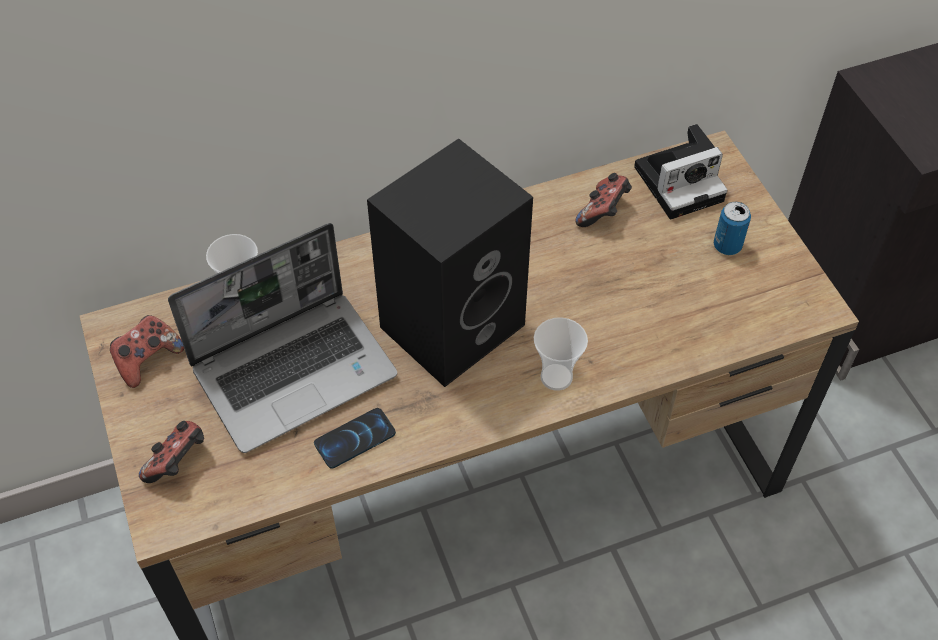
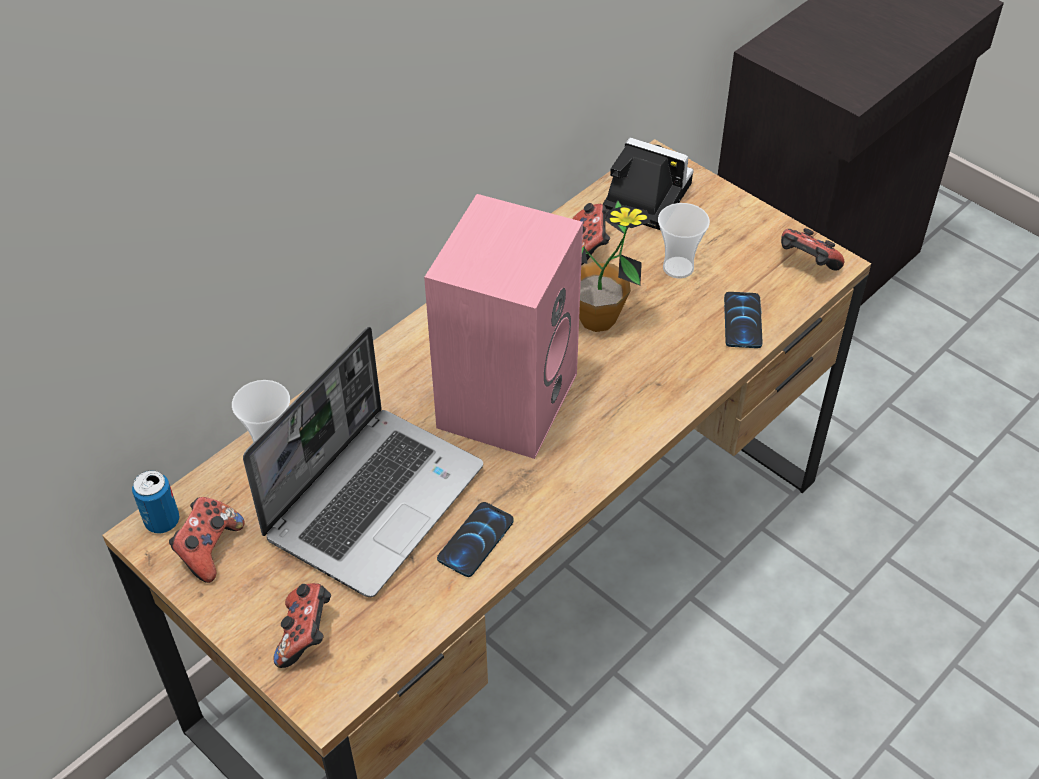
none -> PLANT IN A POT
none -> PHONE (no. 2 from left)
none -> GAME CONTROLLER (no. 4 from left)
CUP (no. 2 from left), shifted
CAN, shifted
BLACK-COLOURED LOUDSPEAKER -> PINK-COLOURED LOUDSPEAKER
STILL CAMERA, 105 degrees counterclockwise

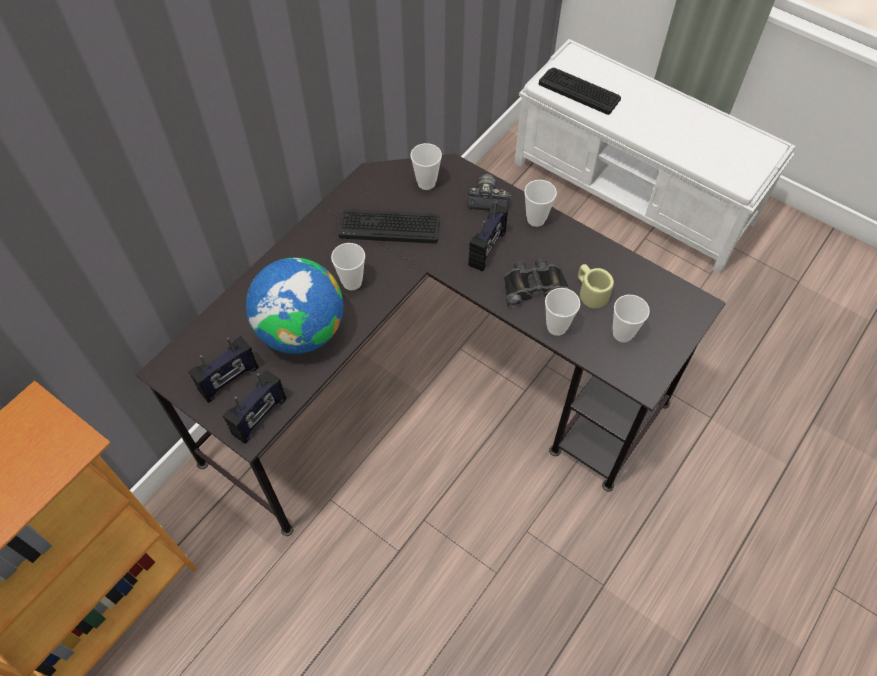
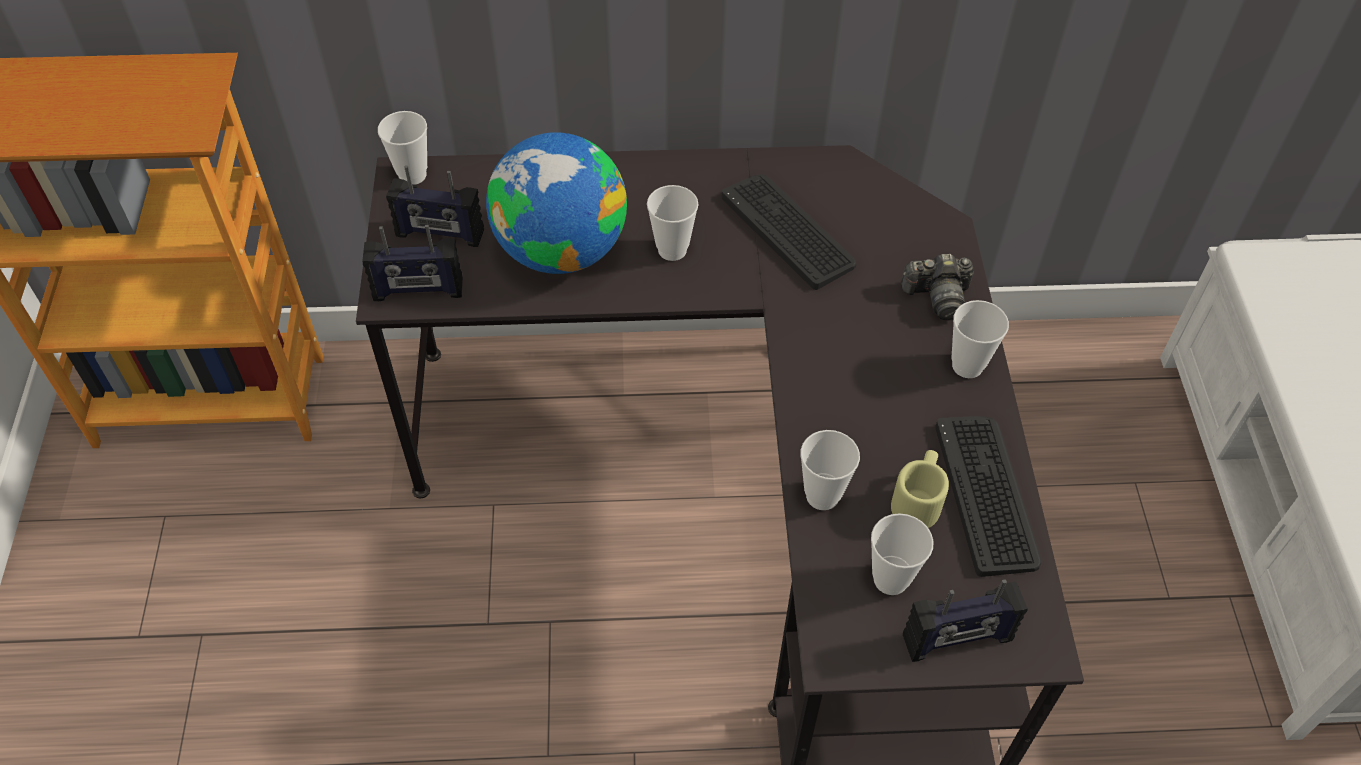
BLACK-COLOURED PAIR OF BINOCULARS -> none
CUP (no. 2 from left in the first image) -> CUP (no. 1 from left), shifted
RADIO (no. 3 from left), shifted
PC KEYBOARD (no. 2 from left), shifted
STILL CAMERA, 120 degrees clockwise

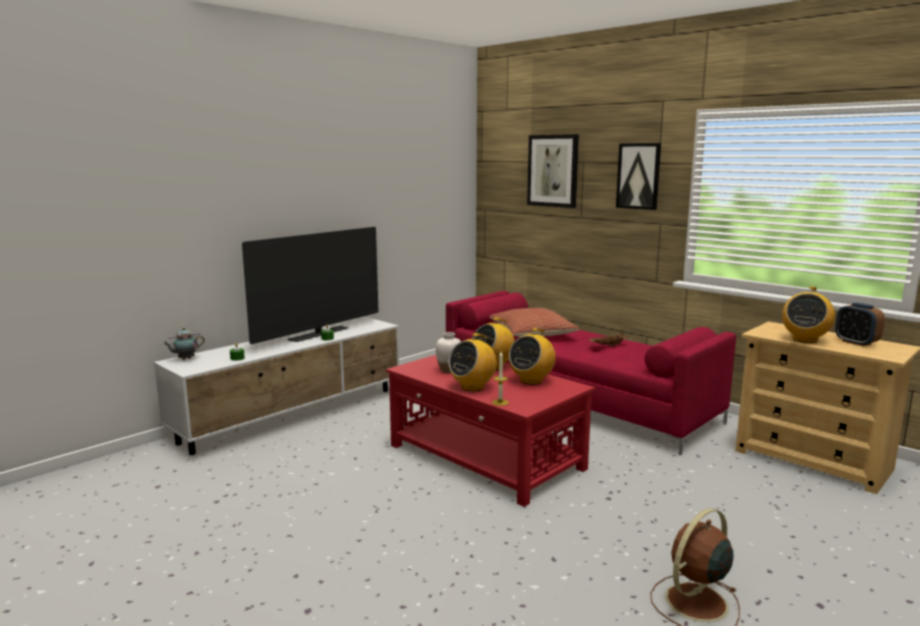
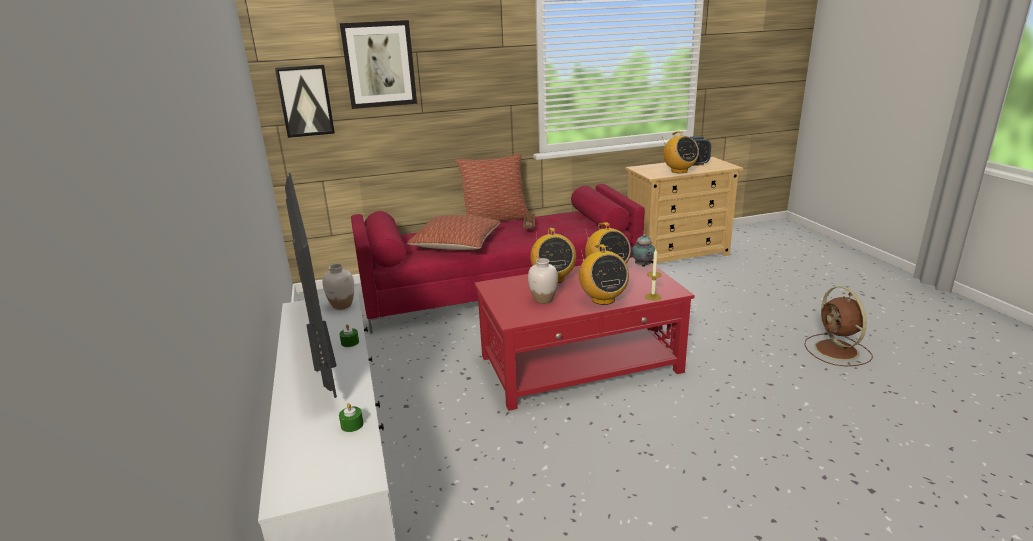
none -> WHITISH DECORATIVE VASE (no. 1 from left)
none -> CUSHION (no. 2 from left)
POT FOR TEA, shifted
WALL ART (no. 2 from left in the first image) -> WALL ART (no. 1 from left), shifted

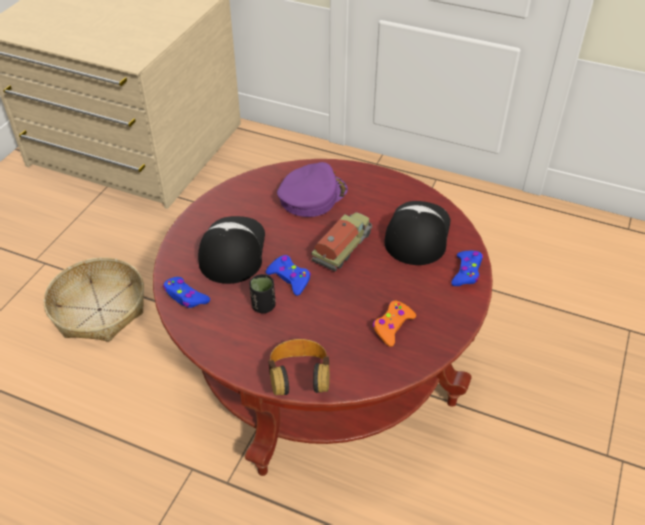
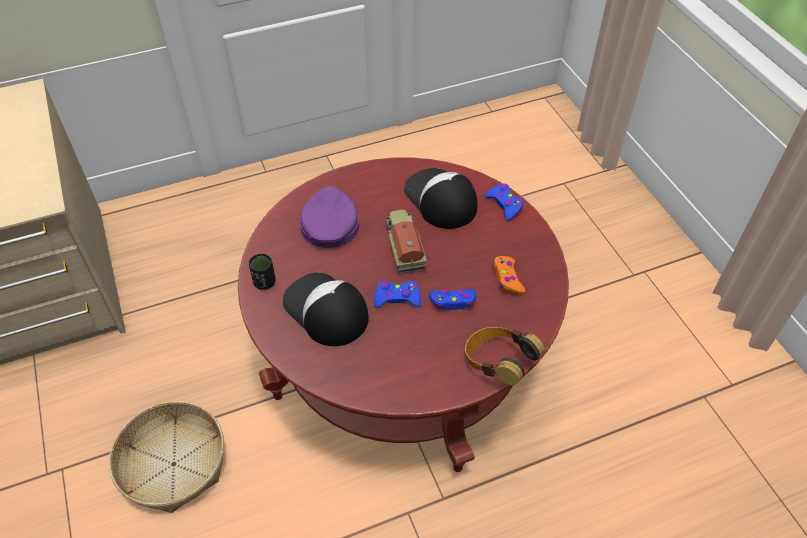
BLUISH GAME CONTROLLER (no. 1 from left in the first image) -> BLUISH GAME CONTROLLER (no. 2 from left), shifted
BLACK-COLOURED CUP, shifted

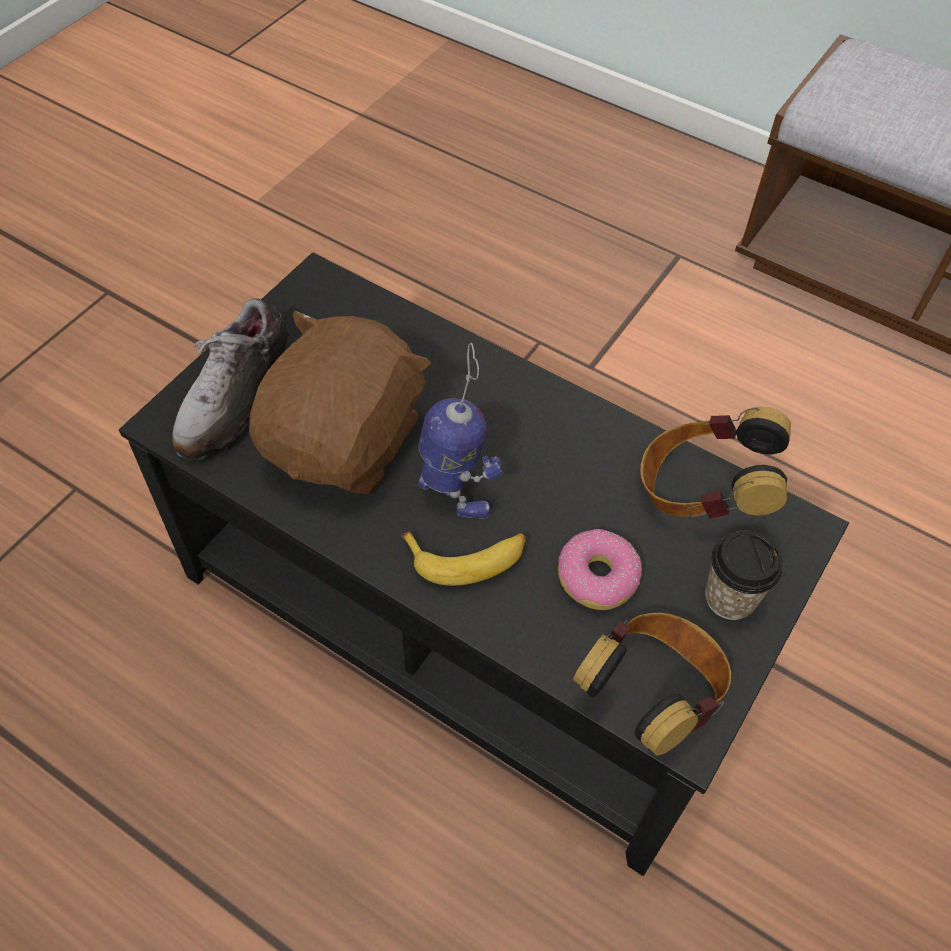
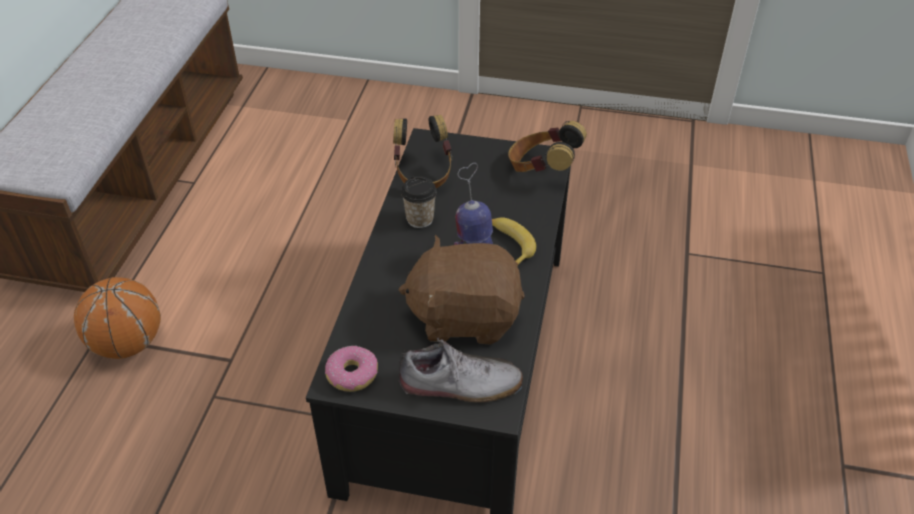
none -> BASKETBALL
DONUT, shifted
CUP, shifted

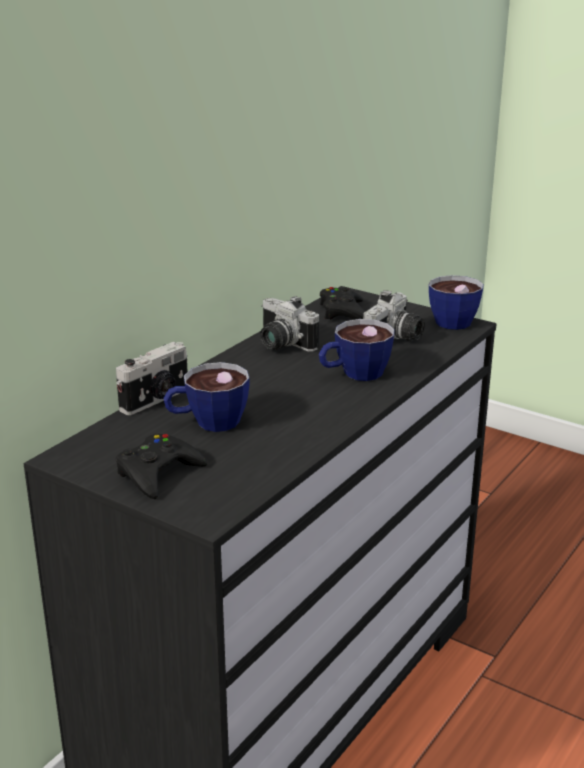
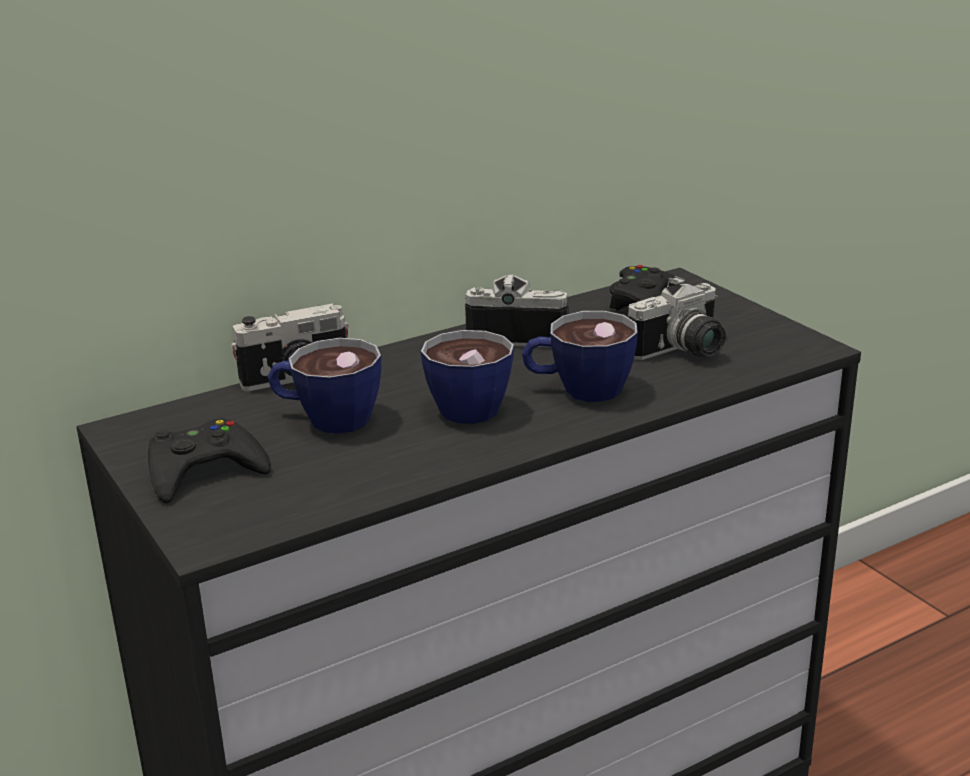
CUP (no. 3 from left in the first image) -> CUP (no. 2 from left), shifted
STILL CAMERA (no. 2 from left), 120 degrees clockwise

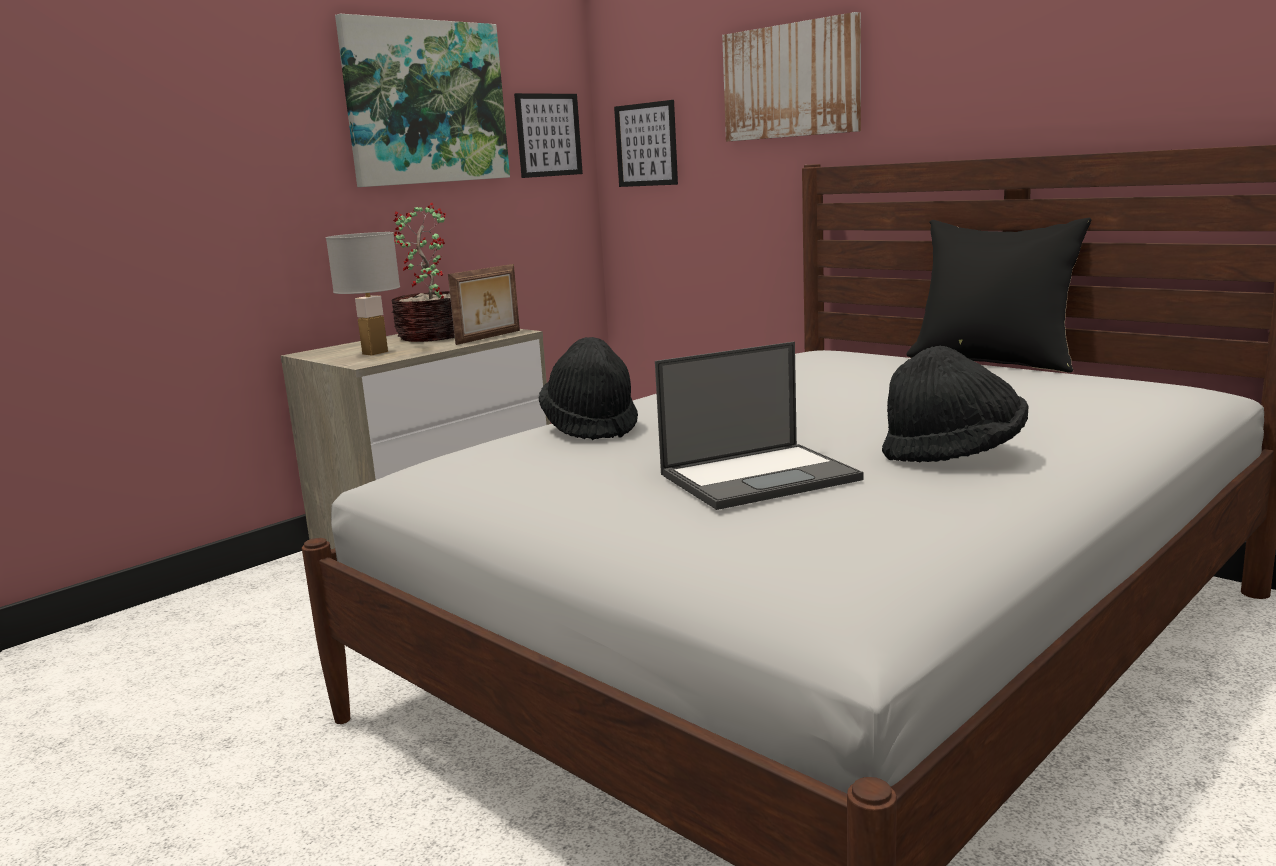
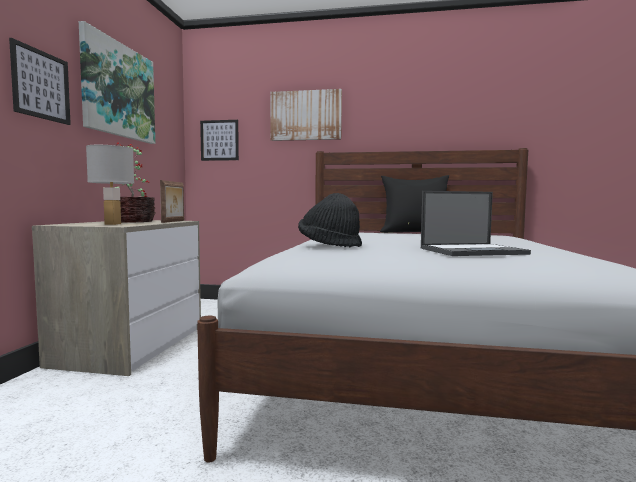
BLACK-COLOURED CLOTHING HAT (no. 2 from left) -> none
WALL ART (no. 2 from left in the first image) -> WALL ART (no. 1 from left), shifted
PORTABLE COMPUTER, 45 degrees clockwise

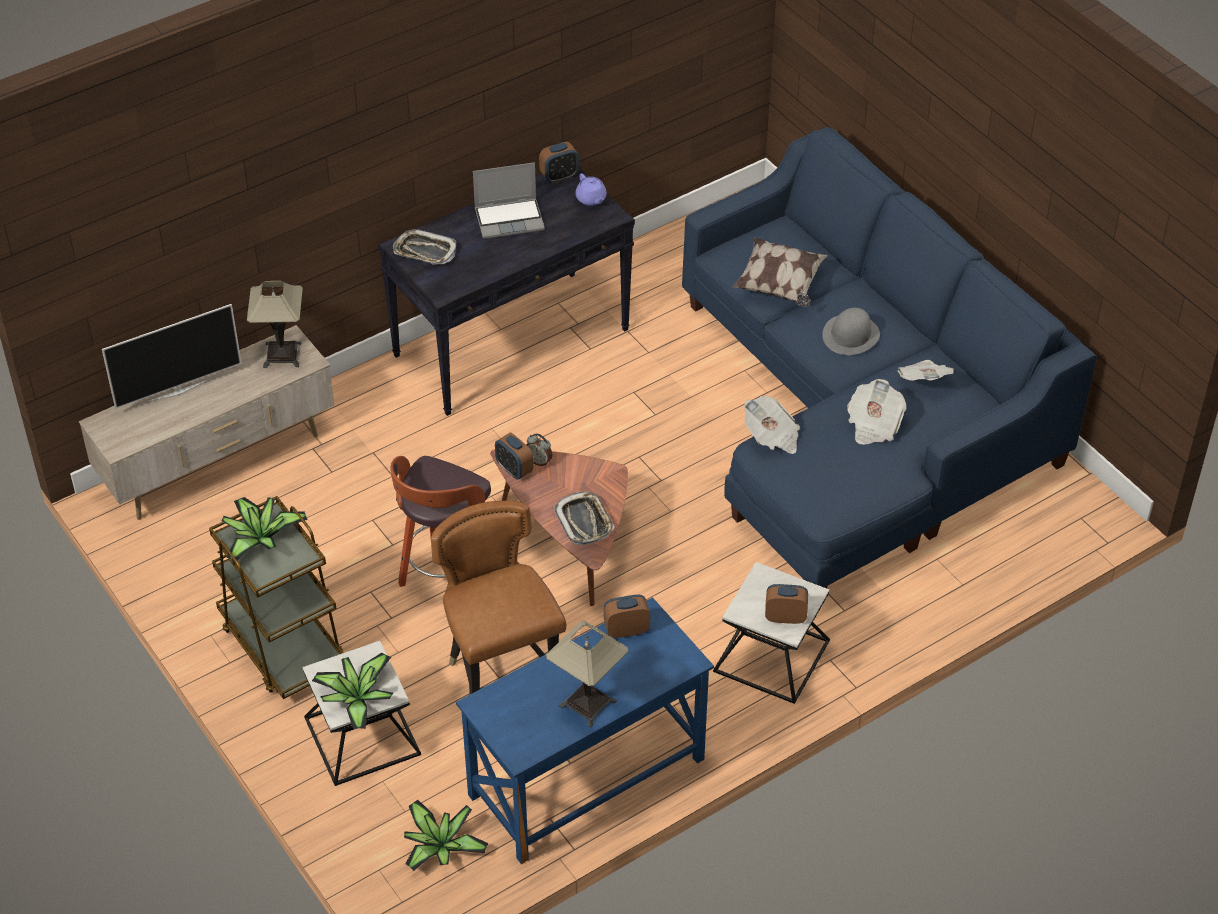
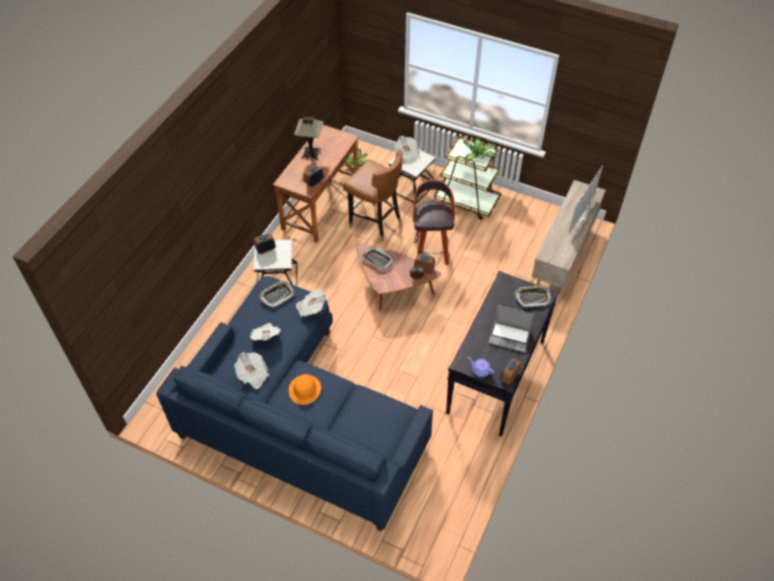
TABLE LAMP (no. 1 from left) -> none
CUSHION -> none
none -> TRAY (no. 1 from left)
PLANT IN A POT (no. 2 from left) -> PRINTED PAPER (no. 4 from left)
BLUISH DESK UNIT -> BROWN-COLOURED DESK UNIT
GREYISH CLOTHING HAT -> ORANGE CLOTHING HAT
PORTABLE COMPUTER, 120 degrees counterclockwise

